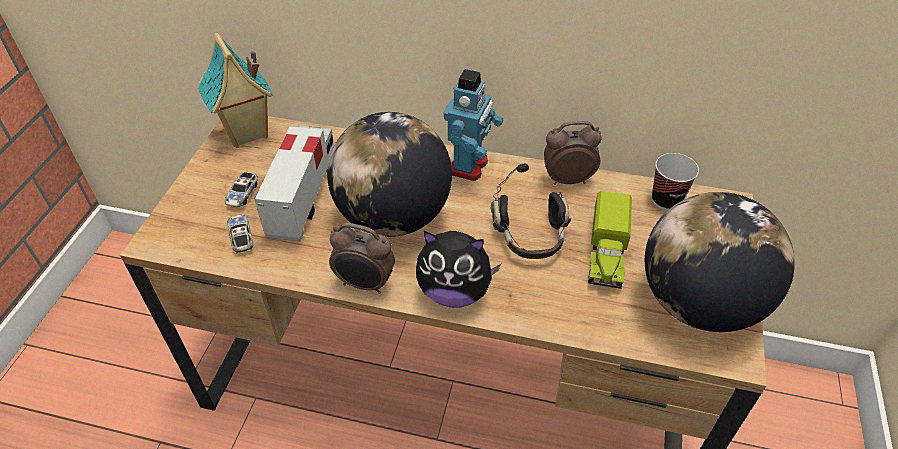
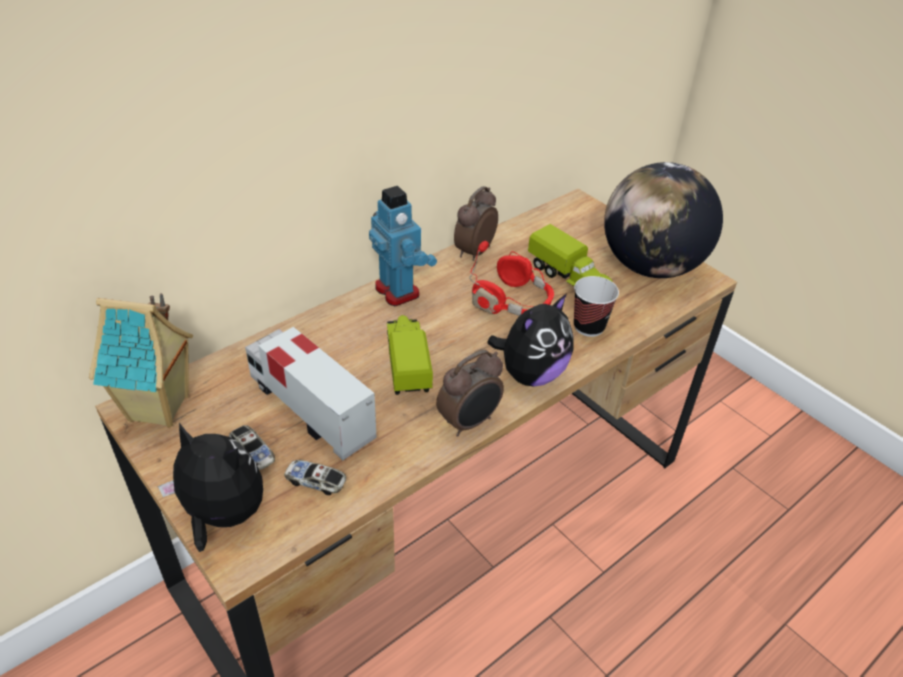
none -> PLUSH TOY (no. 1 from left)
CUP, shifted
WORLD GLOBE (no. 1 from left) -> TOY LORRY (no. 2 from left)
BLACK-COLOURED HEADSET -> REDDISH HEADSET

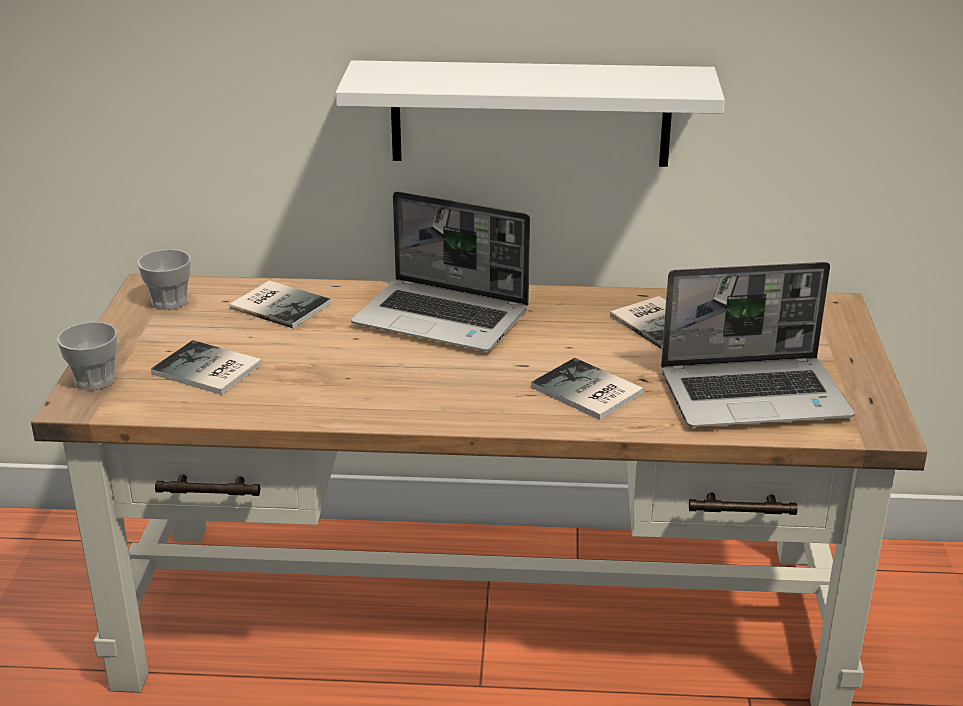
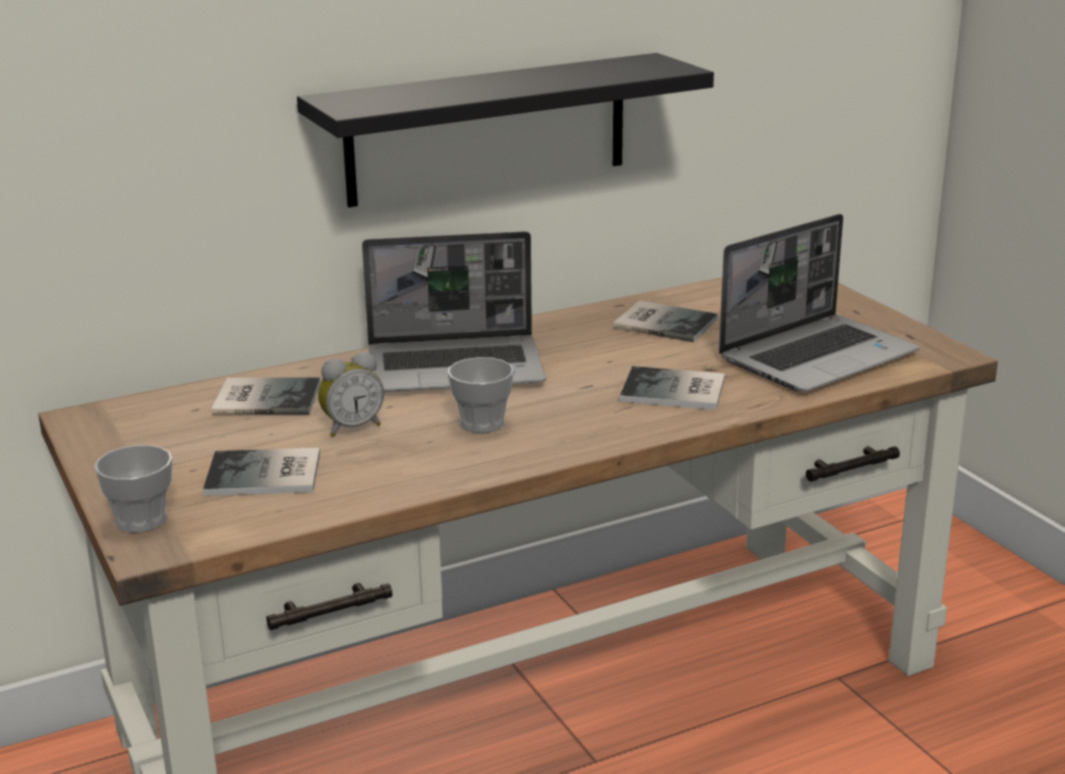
none -> TABLE CLOCK
CUP (no. 2 from left), shifted
WHITISH WALL SHELF -> BLACK-COLOURED WALL SHELF

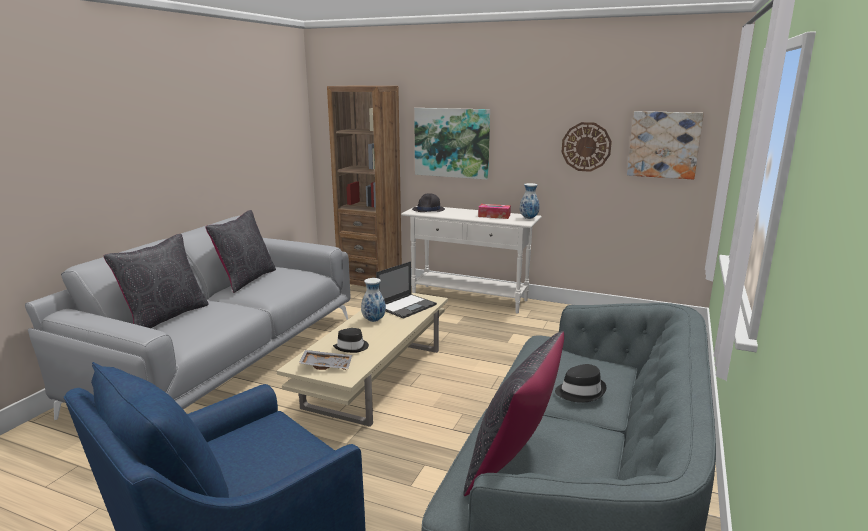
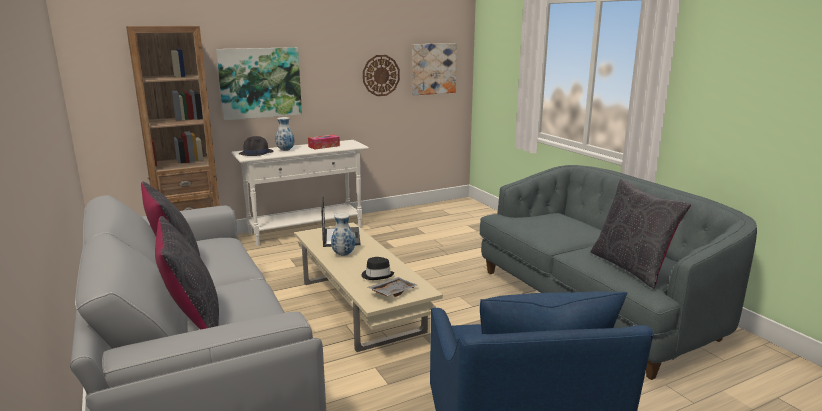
BLACK-COLOURED CLOTHING HAT (no. 3 from left) -> none
DECORATIVE VASE (no. 2 from left in the first image) -> DECORATIVE VASE (no. 1 from left), shifted

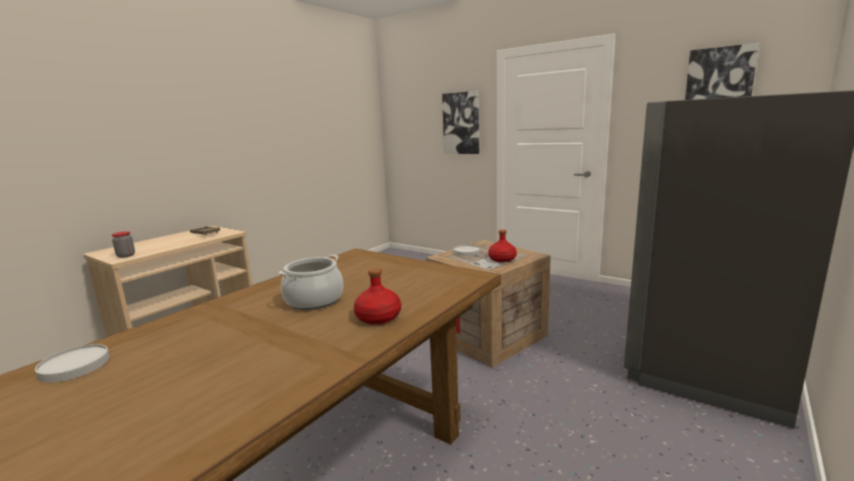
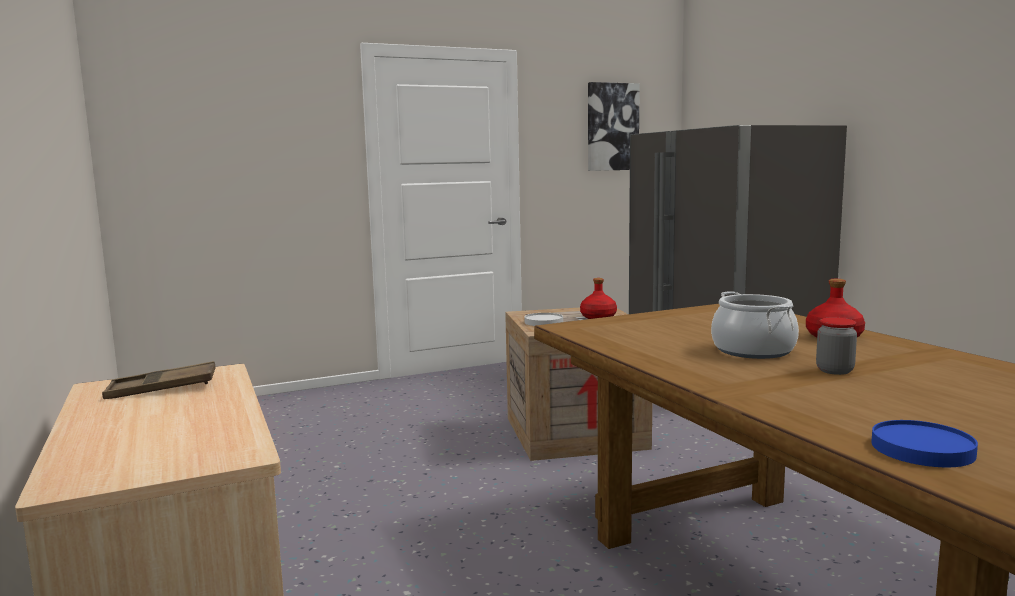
WALL ART (no. 1 from left) -> none
JAR, shifted
WHITISH FLAT DISH (no. 1 from left) -> BLUISH FLAT DISH

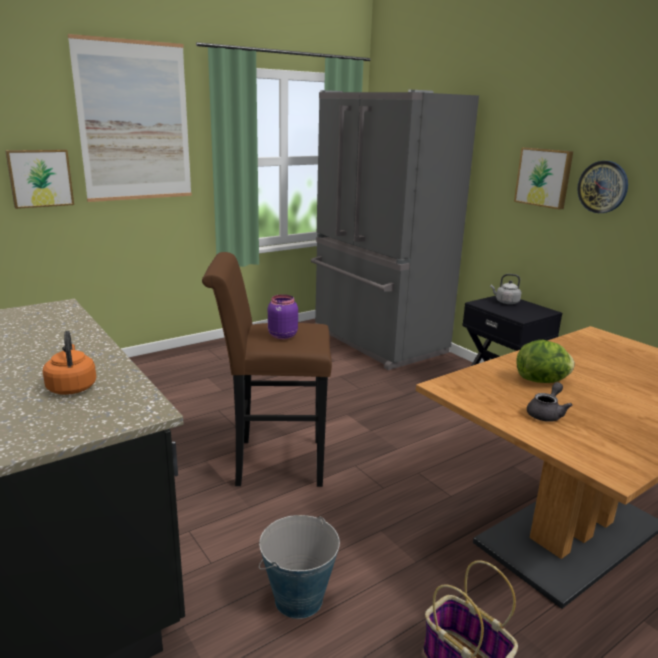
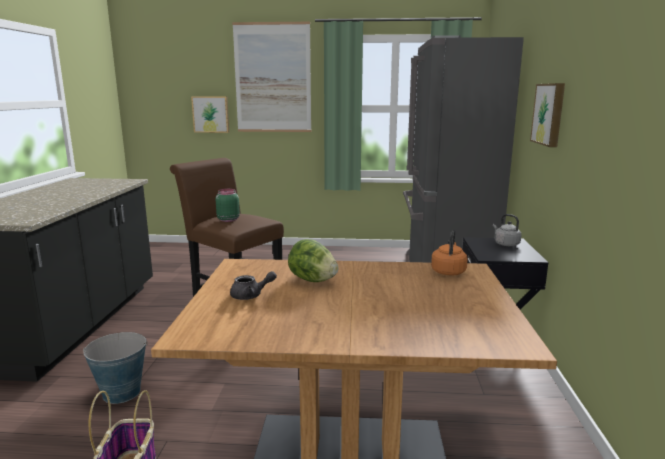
HANGING CLOCK -> none
ORANGE WATER KETTLE, shifted
PURPLE JAR -> GREENISH JAR

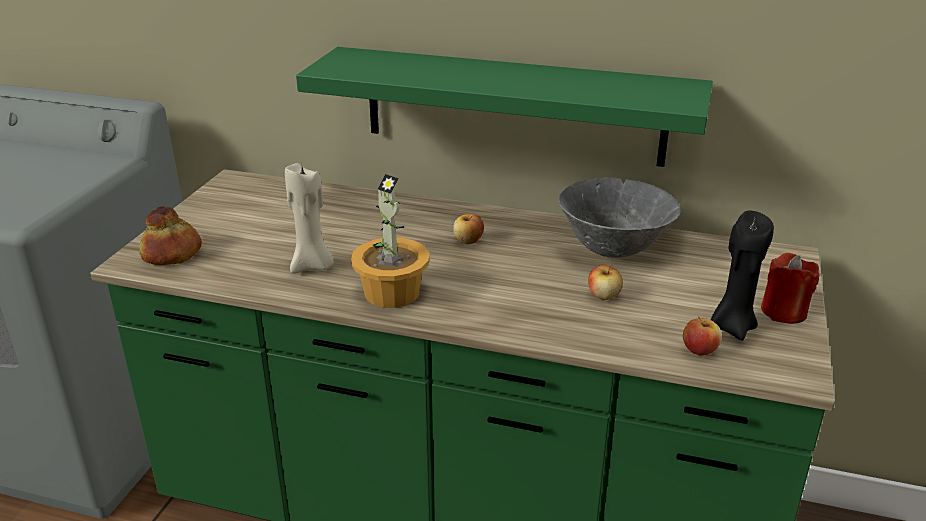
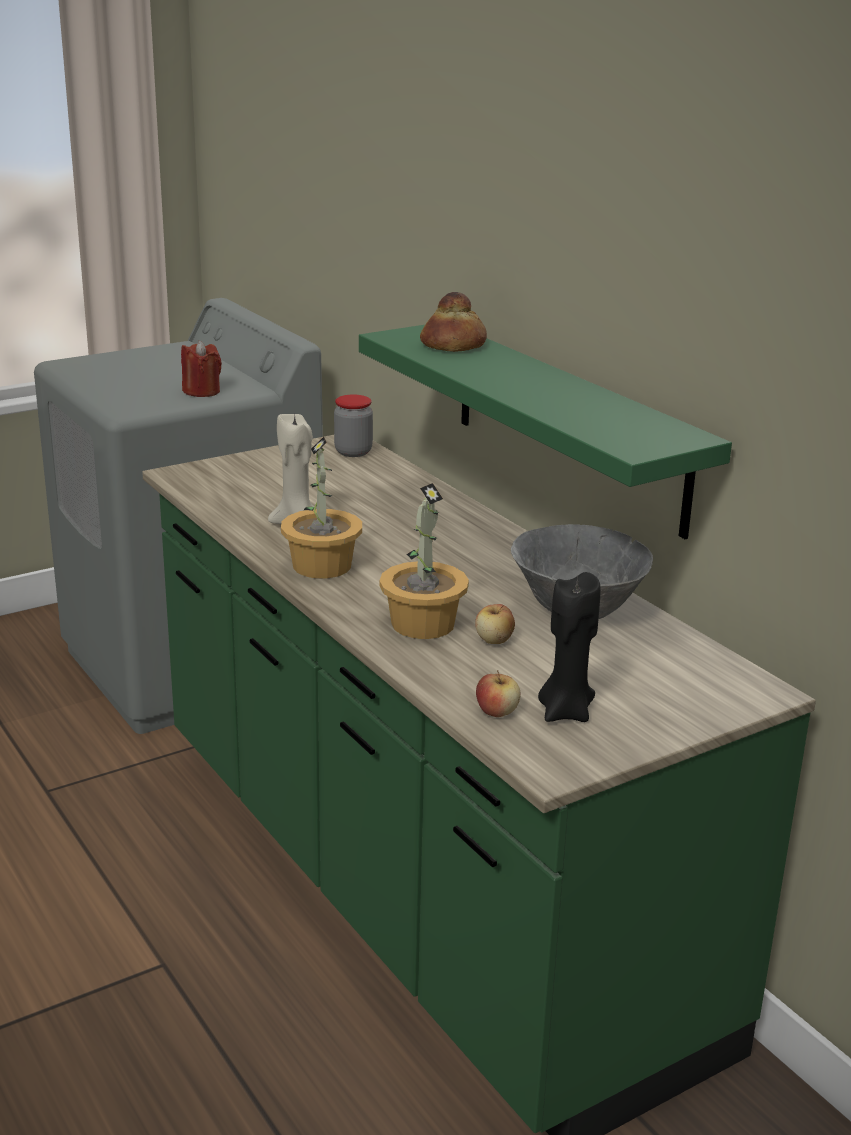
WHOLE APPLE (no. 1 from left) -> none
none -> JAR
none -> PLANT IN A POT (no. 2 from left)
BREAD, shifted
REDDISH WAX CANDLE, shifted

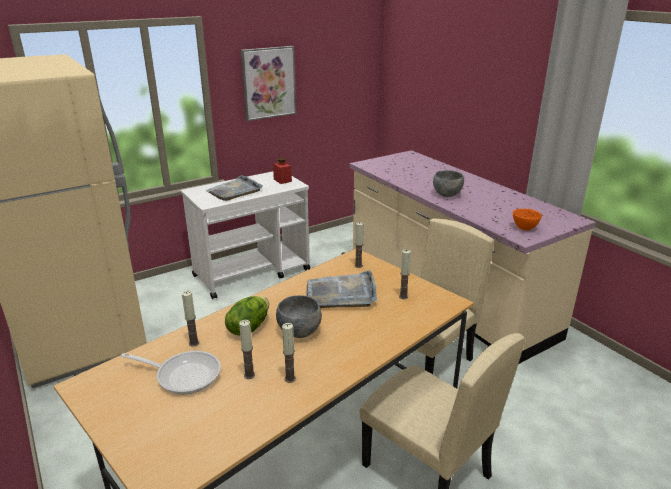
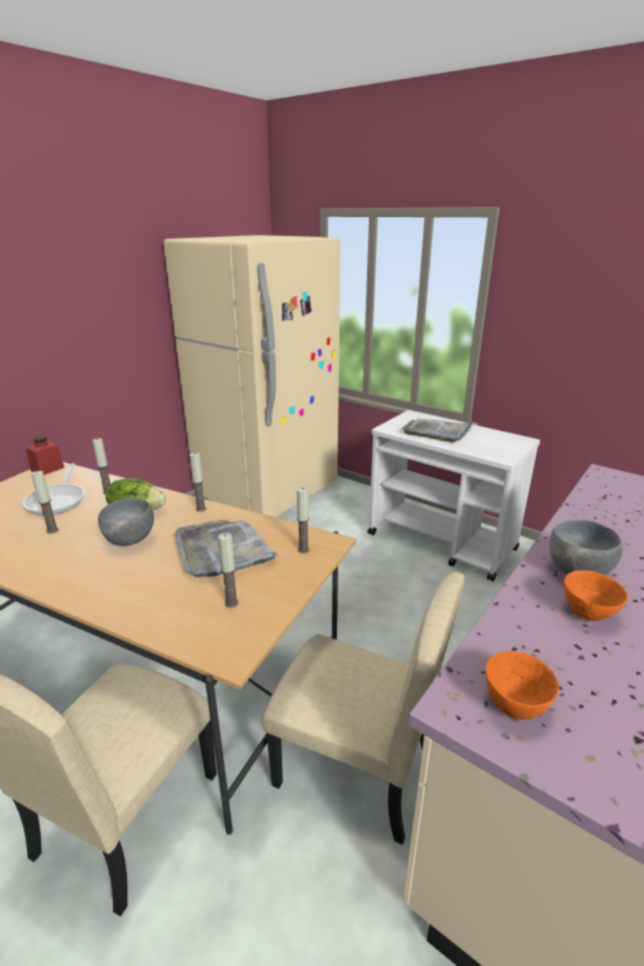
WALL ART -> none
none -> ORANGE BOWL (no. 2 from left)
REDDISH JAR, shifted
WAX CANDLE (no. 3 from left), shifted

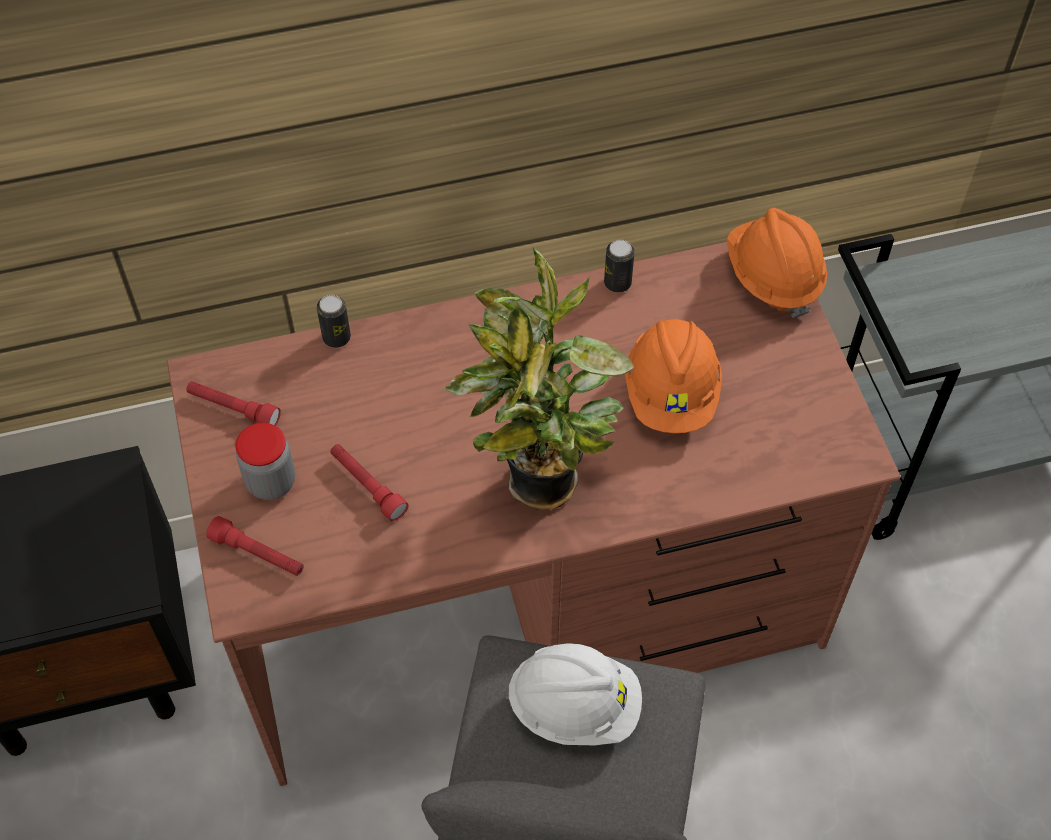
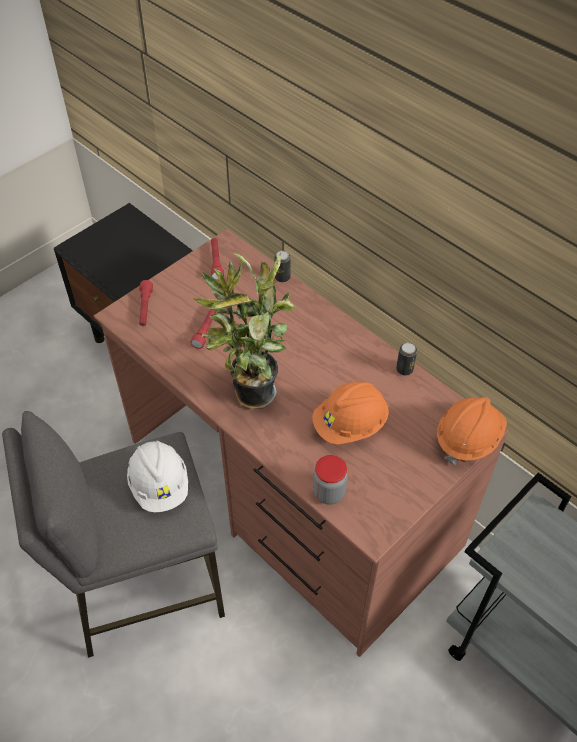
JAR, shifted

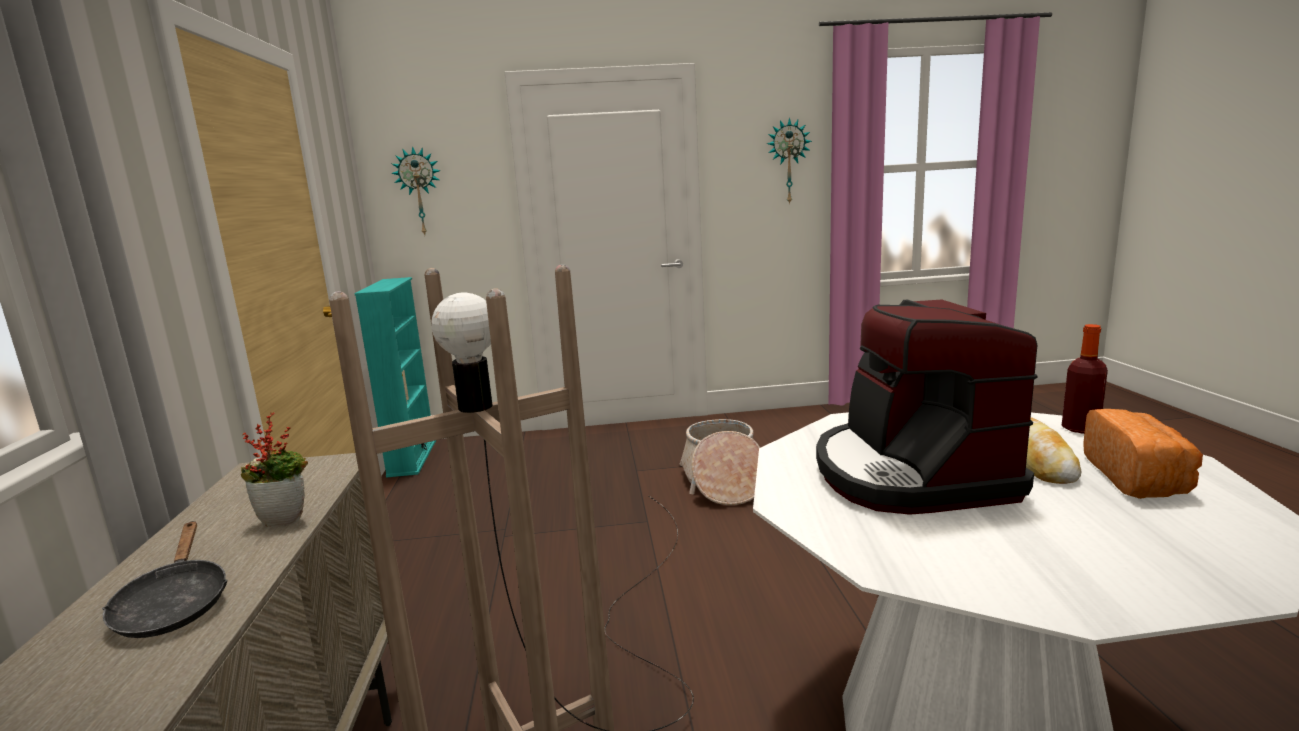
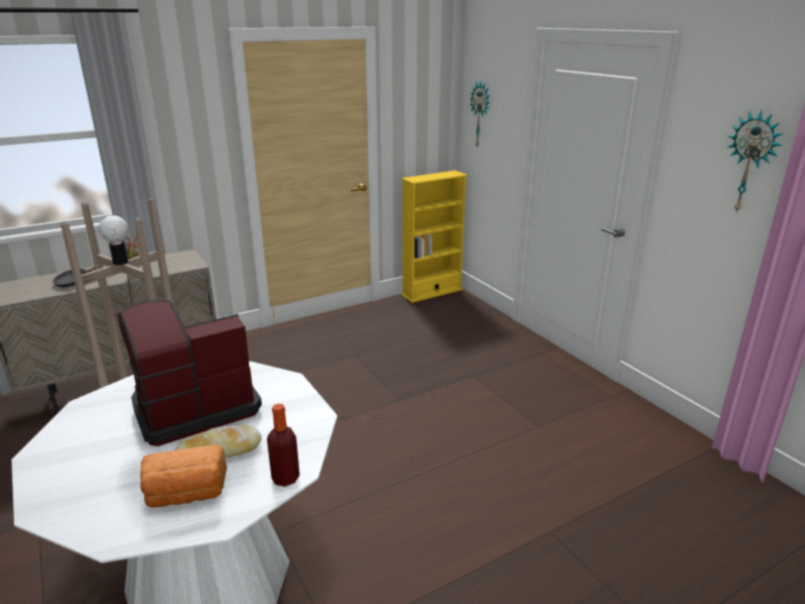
STORAGE BASKET -> none
BLUE-GREEN SHELVING UNIT -> YELLOWISH SHELVING UNIT

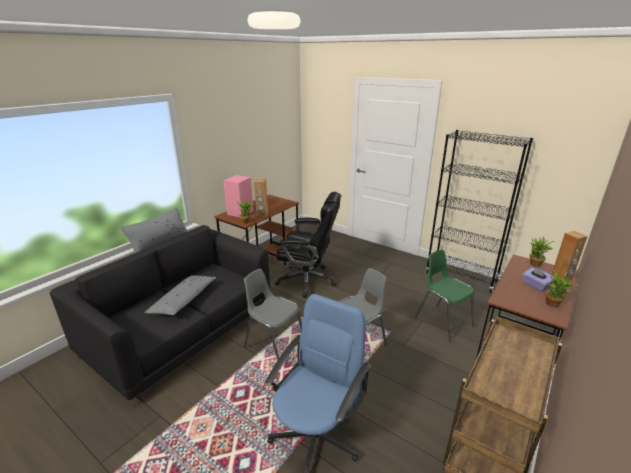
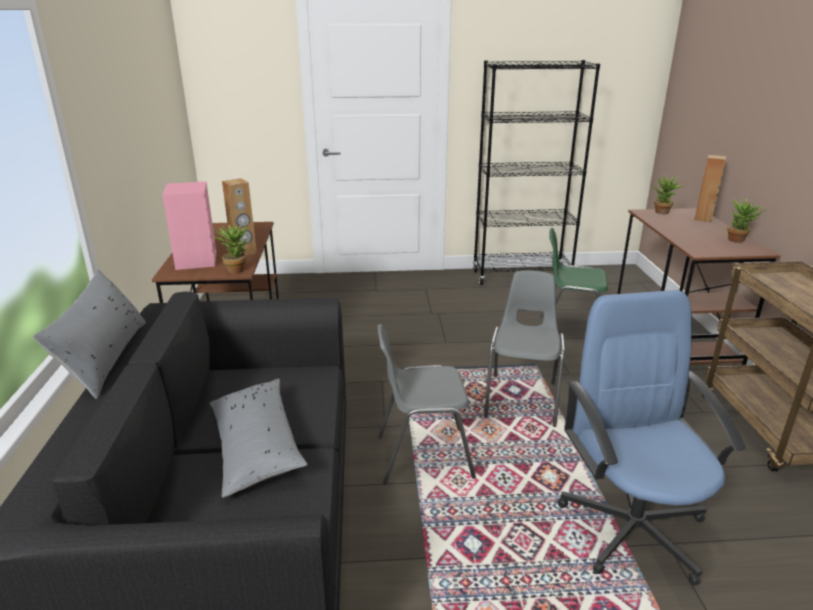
BLACK-COLOURED COMPUTER CHAIR -> none
PURPLE TISSUE BOX -> none

